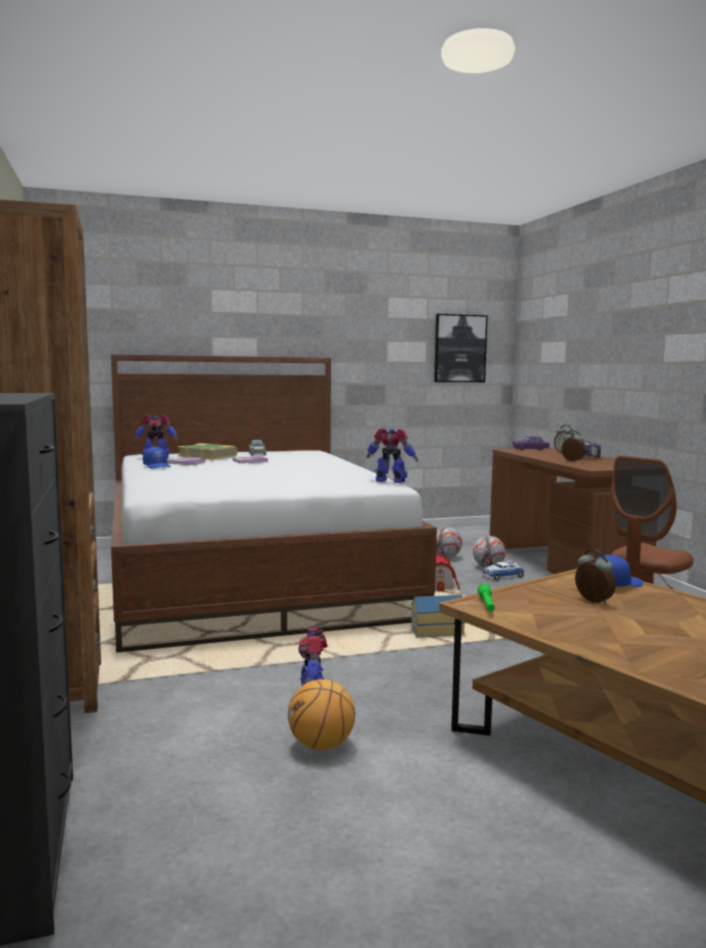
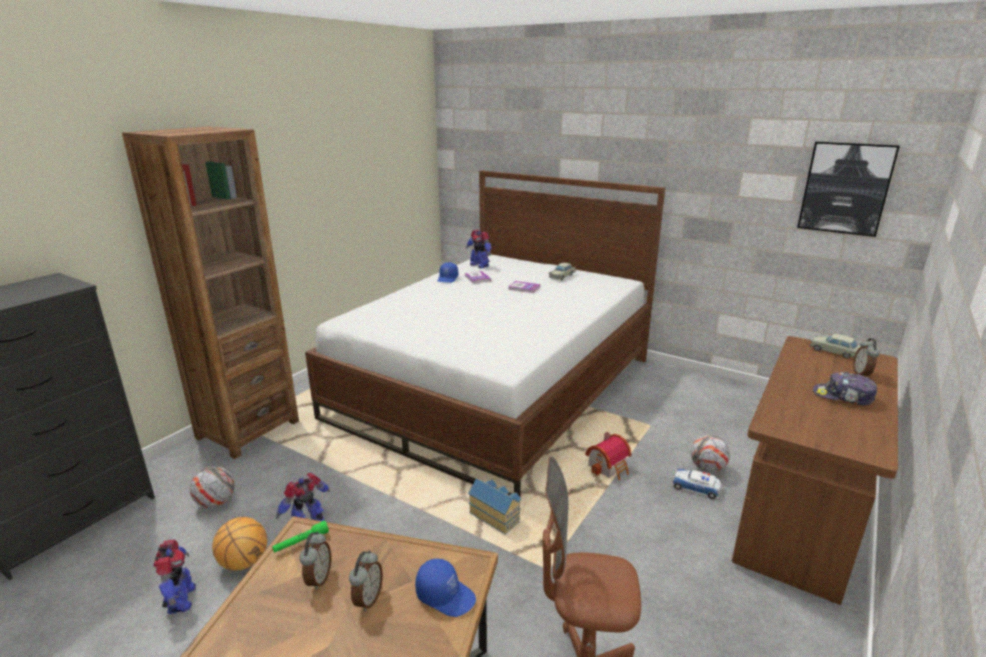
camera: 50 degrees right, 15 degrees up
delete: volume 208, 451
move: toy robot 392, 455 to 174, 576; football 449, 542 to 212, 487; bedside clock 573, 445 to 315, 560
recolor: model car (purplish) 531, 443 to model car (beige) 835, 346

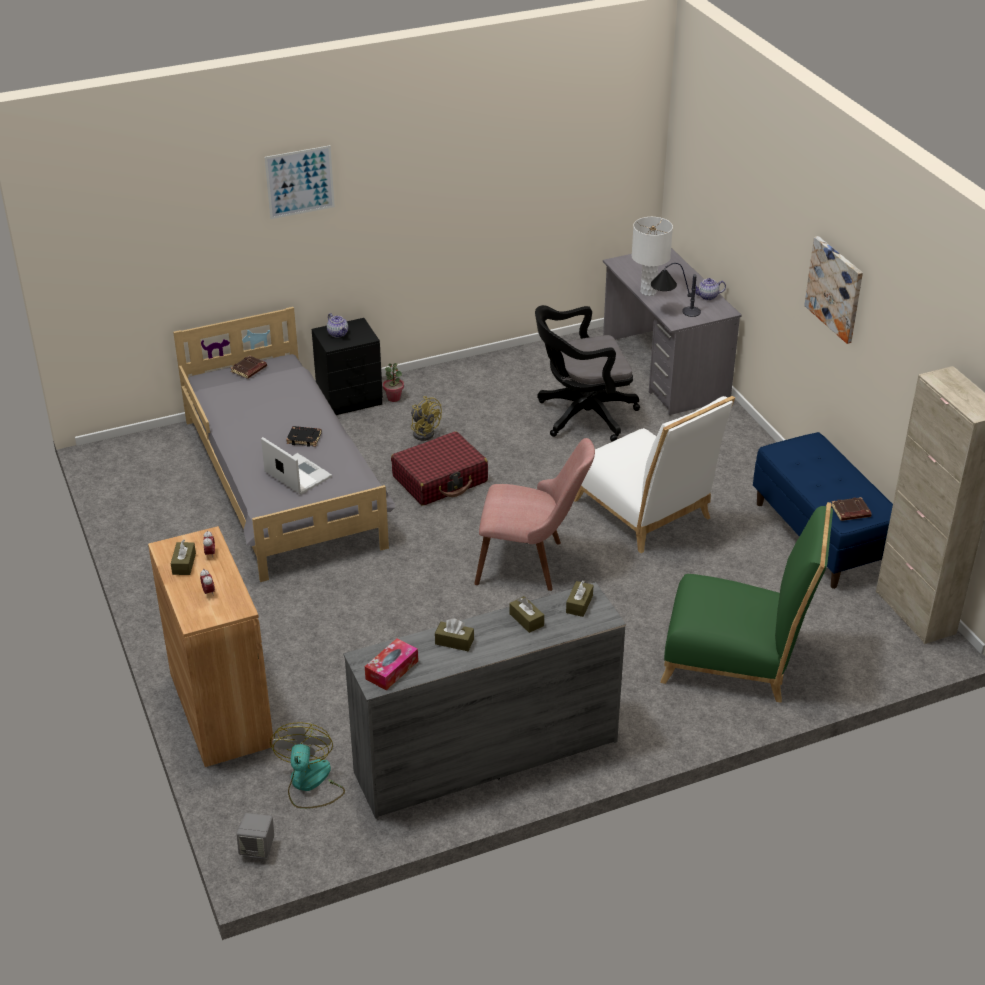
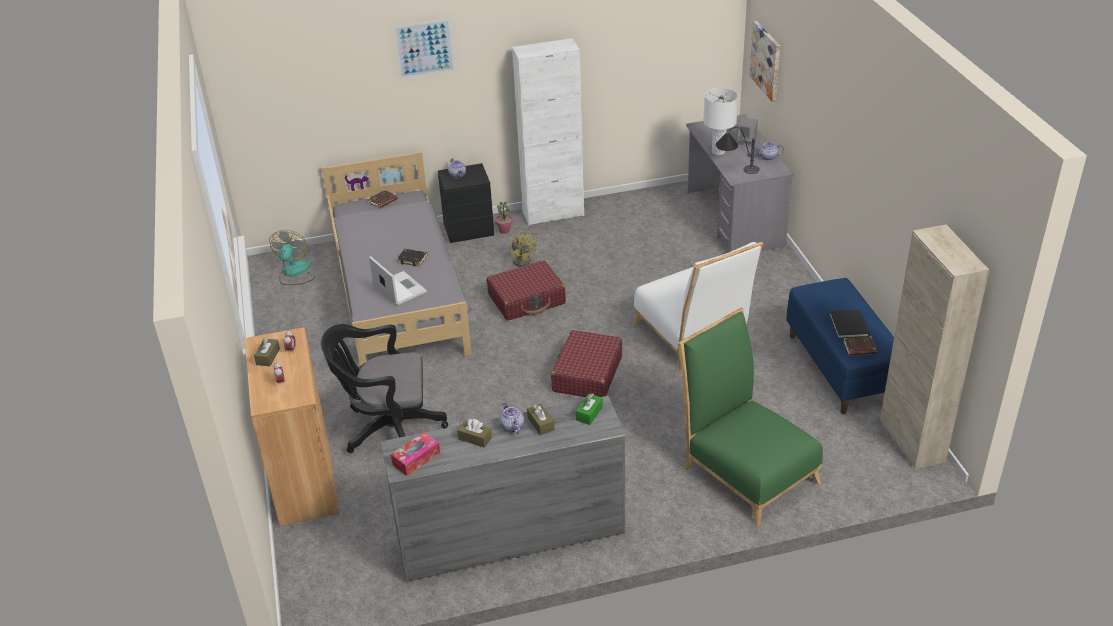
camera: 10 degrees right, 0 degrees up
insert: tea pot 511, 417; cupboard (white) 548, 131; volume (black-coloured) 849, 324
move: loudspeaker (greyish) 255, 836 to 747, 132; cooling fan 307, 766 to 292, 257; computer chair (black-coloured) 587, 373 to 384, 388; picture 833, 290 to 764, 61
replace: chair (pink-coloured) 534, 514 to piece of luggage (red-coloured) 586, 363
recolor: tissue box (brownish) 579, 598 to tissue box (greenish) 589, 409
rotate: chair (greenish) 746, 602 = 750, 416 150 degrees counterclockwise

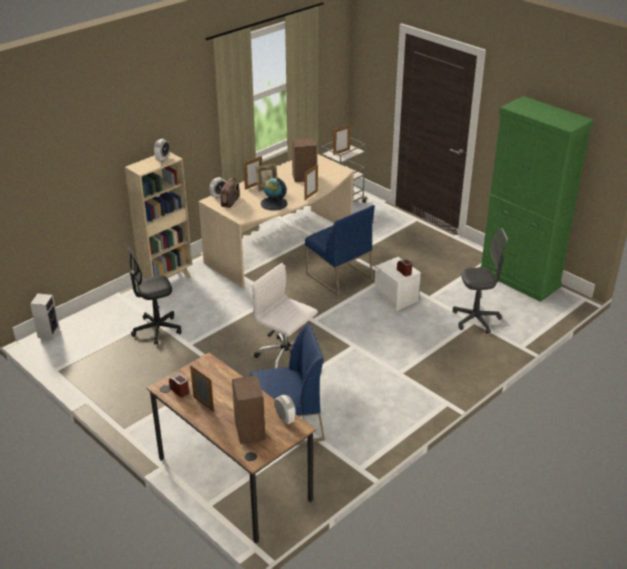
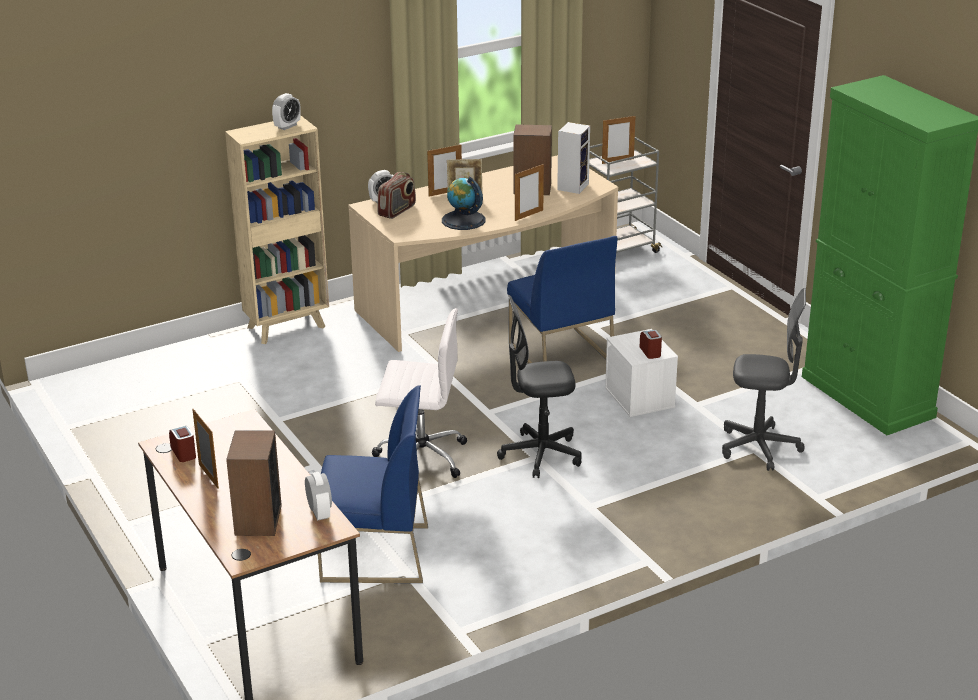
camera: 15 degrees right, 5 degrees down
move: loudspeaker 45, 316 to 573, 158; computer chair (black-coloured) 153, 293 to 539, 386
rotate: computer chair (white) 285, 315 = 419, 393 135 degrees clockwise

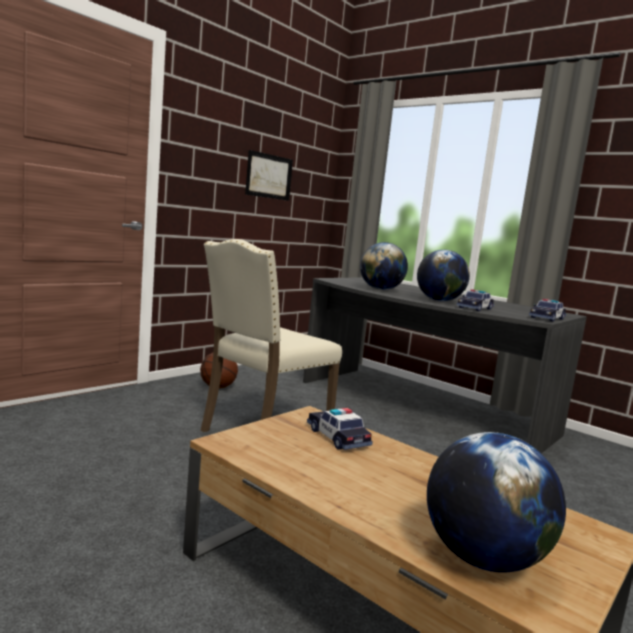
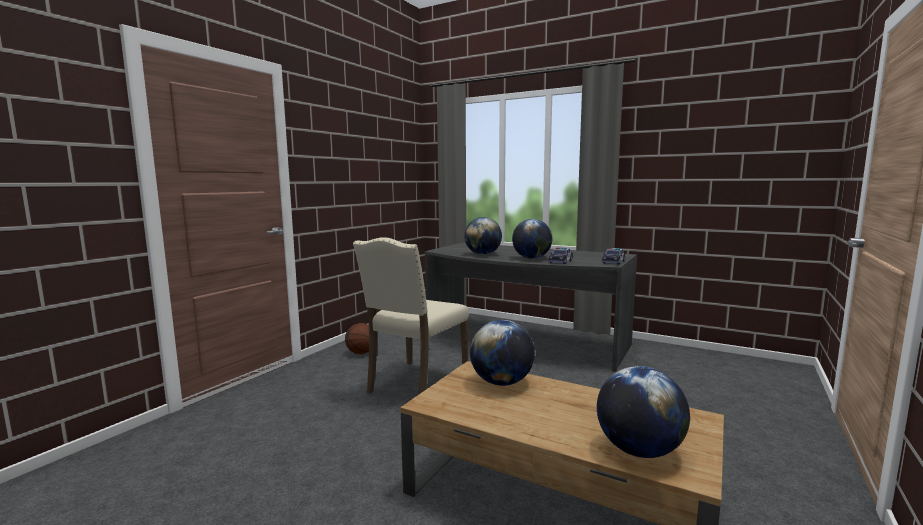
camera: 10 degrees left, 0 degrees up
delete: picture 269, 175
replace: model car 340, 429 to world globe 502, 353

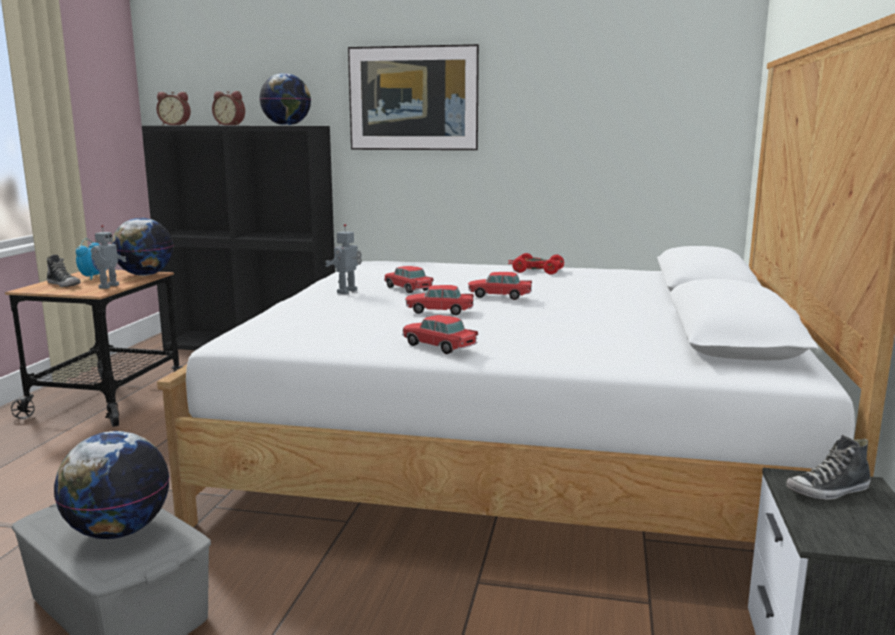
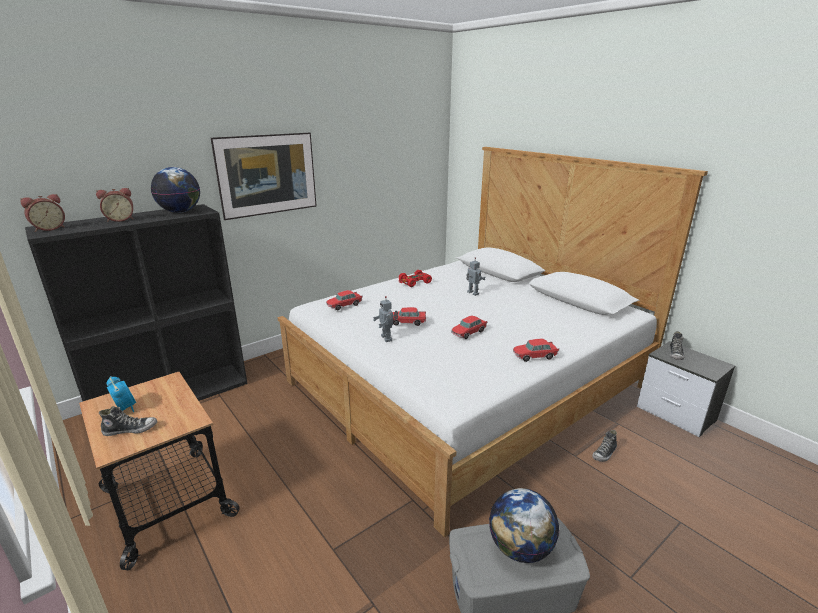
camera: 50 degrees left, 10 degrees up
delete: world globe 142, 247
insert: item of footwear 604, 446
move: toy robot 108, 257 to 476, 277; model car 500, 286 to 344, 300

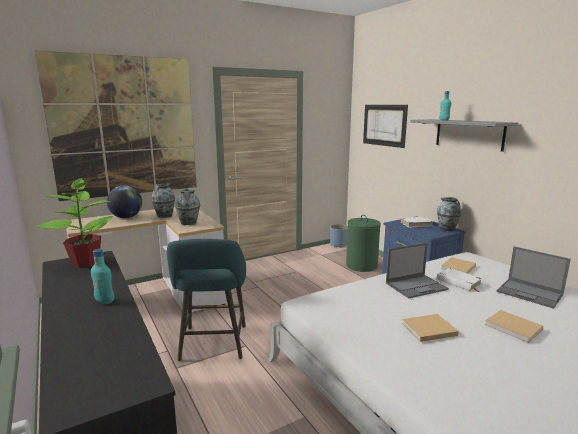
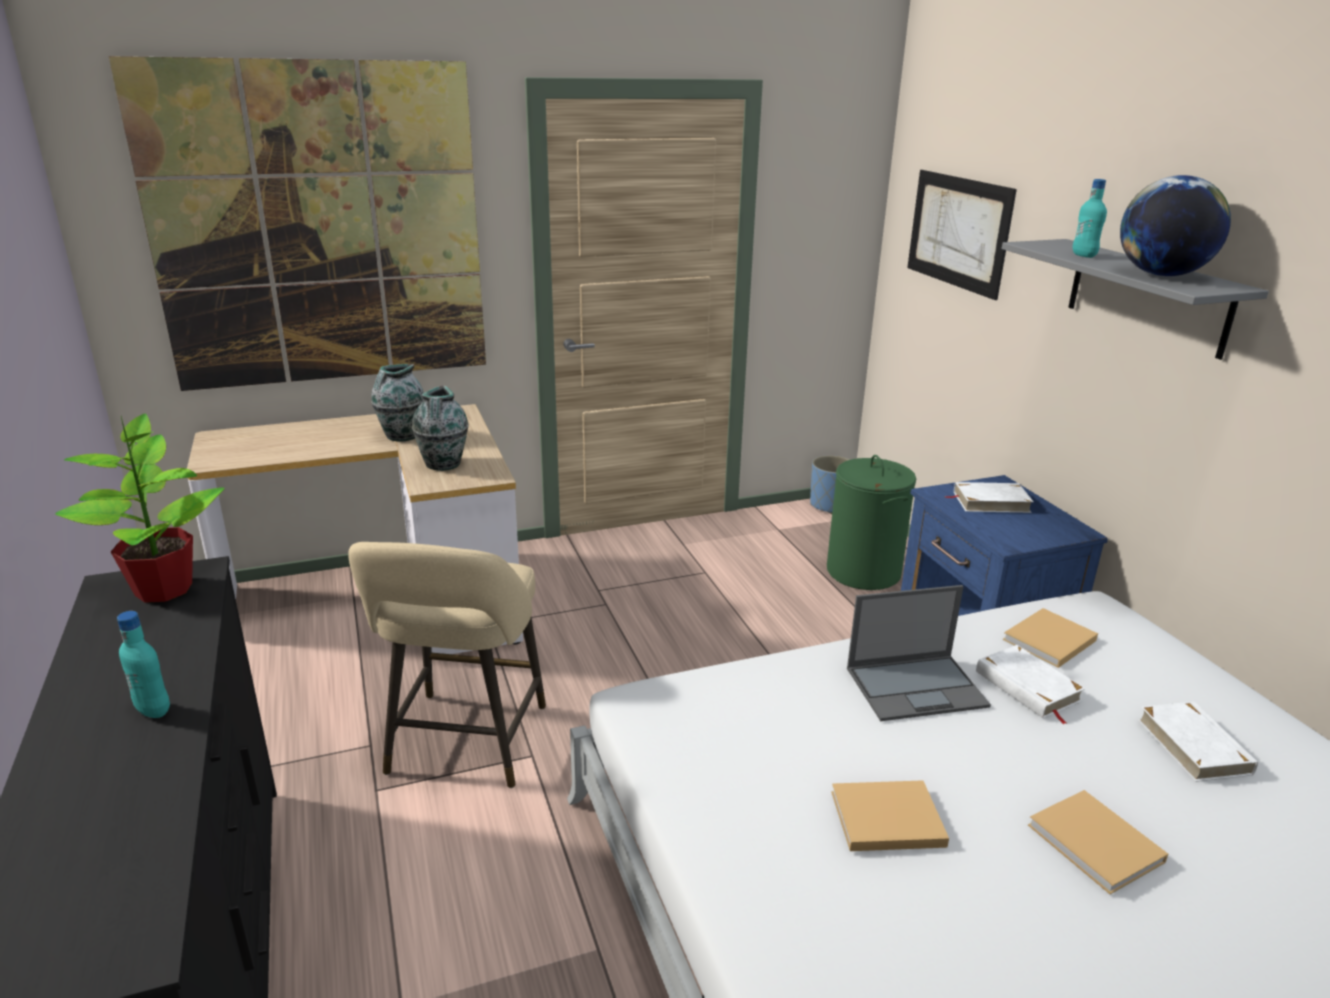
camera: 10 degrees right, 10 degrees up
delete: flower vase 449, 214
move: world globe 124, 201 to 1175, 225
replace: laptop 534, 277 to volume (white) 1197, 742
recolor: stool (turquoise) 206, 300 to stool (beige) 447, 665

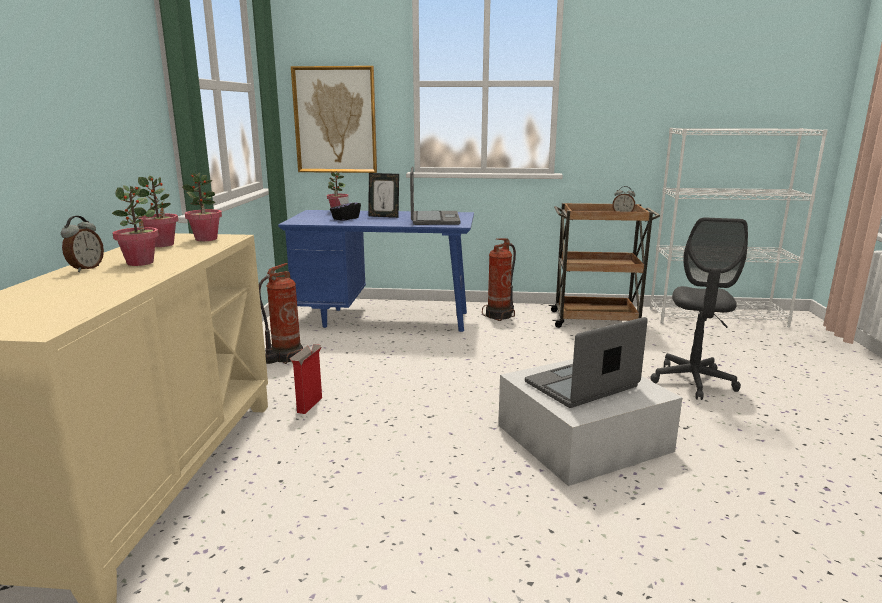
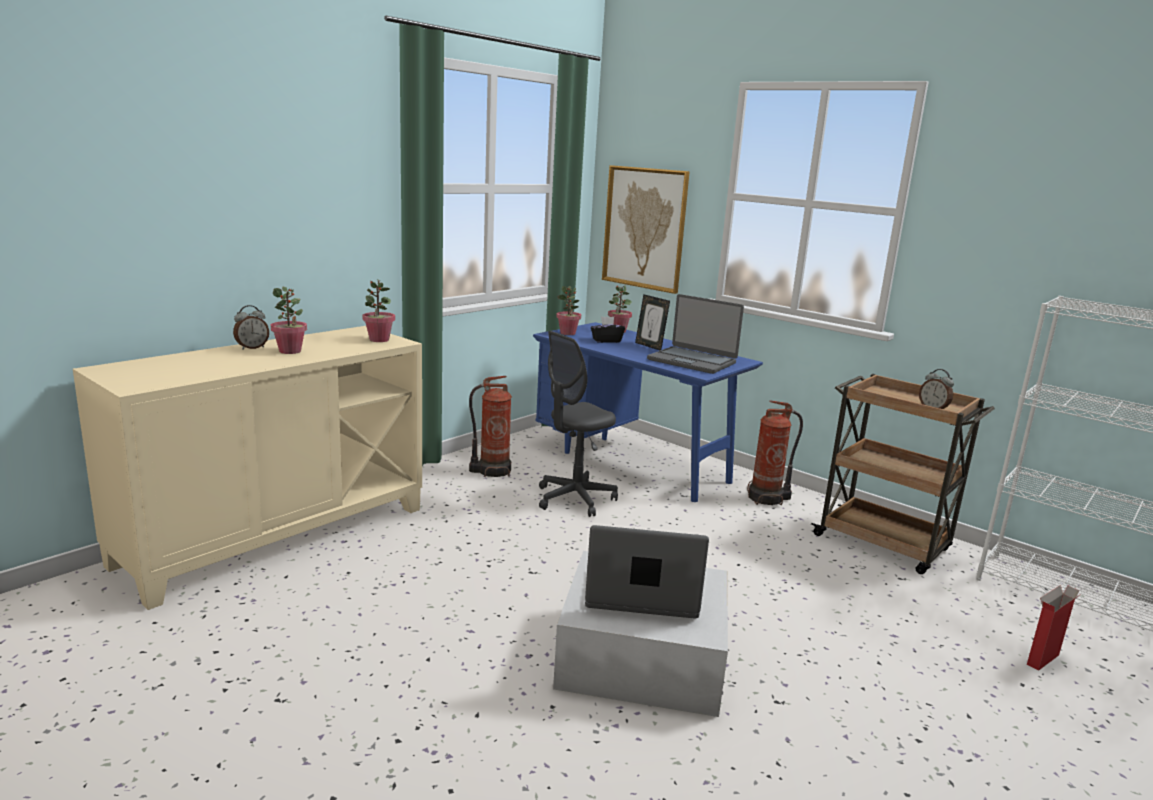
camera: 35 degrees right, 0 degrees up
move: plant in a pot 158, 211 to 568, 310; packing box 306, 379 to 1054, 628; computer chair (greyish) 699, 308 to 578, 424
rotate: laptop 435, 195 = 695, 334 90 degrees clockwise

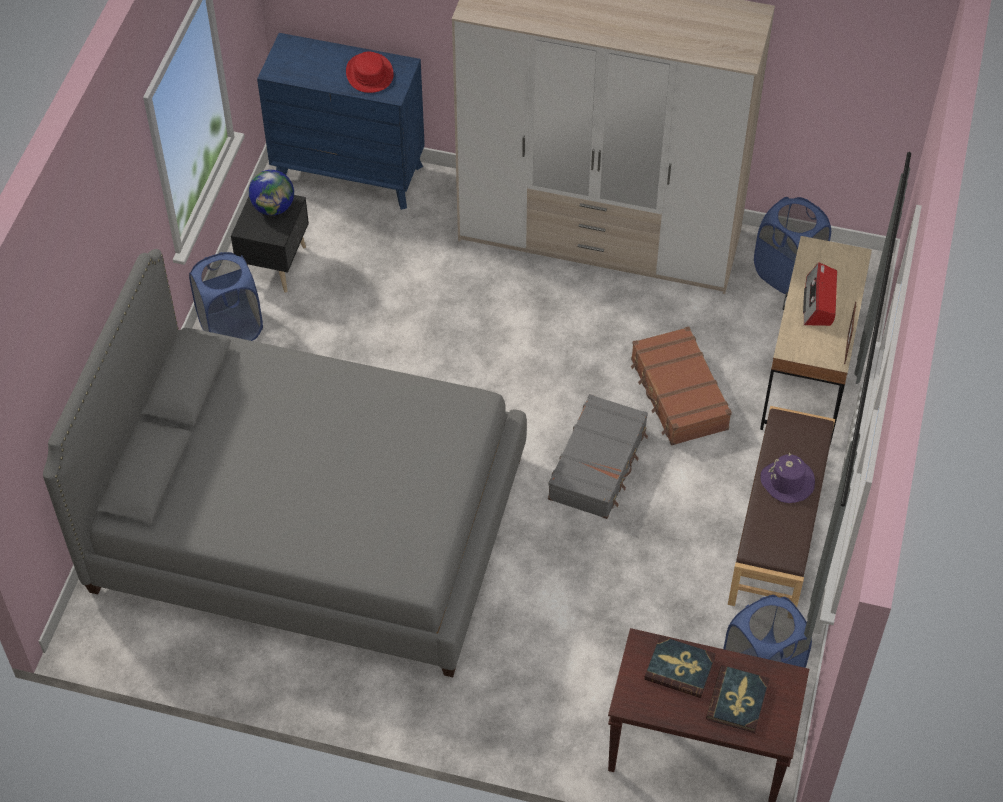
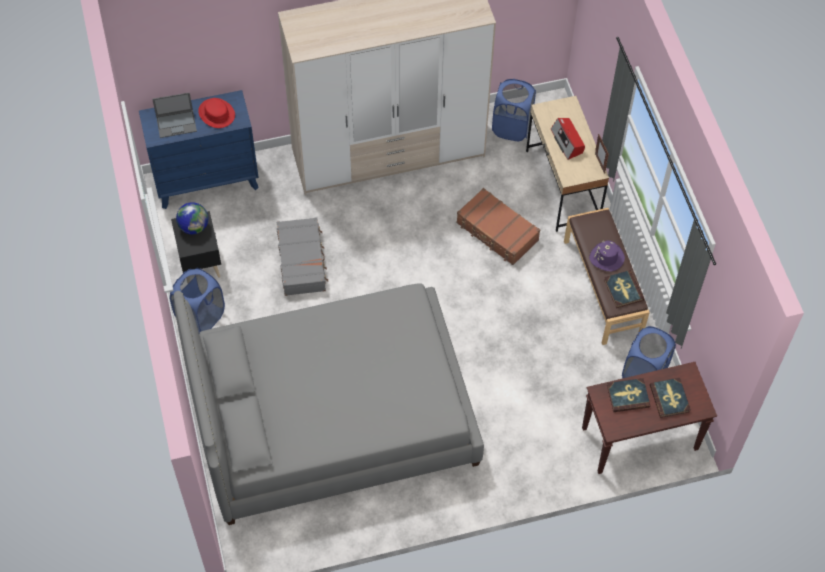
camera: 30 degrees left, 5 degrees up
insert: laptop 174, 115; volume 624, 289
move: piece of luggage (greyish) 598, 456 to 303, 256

